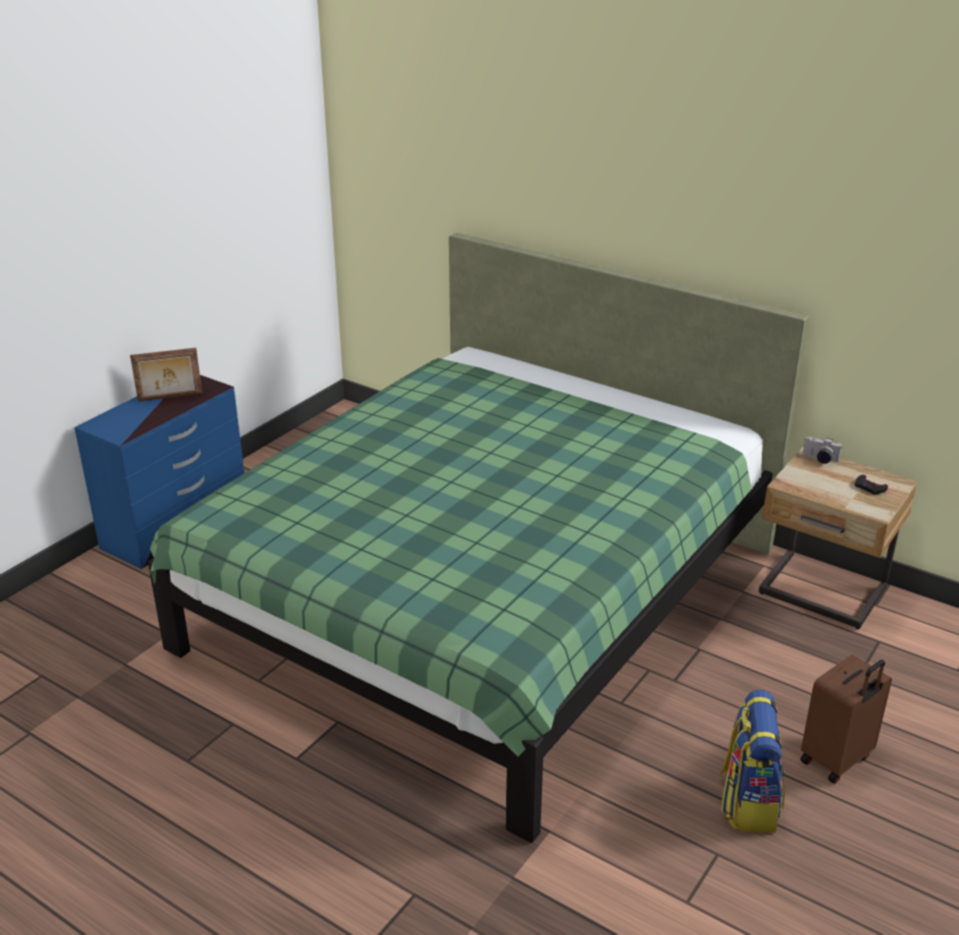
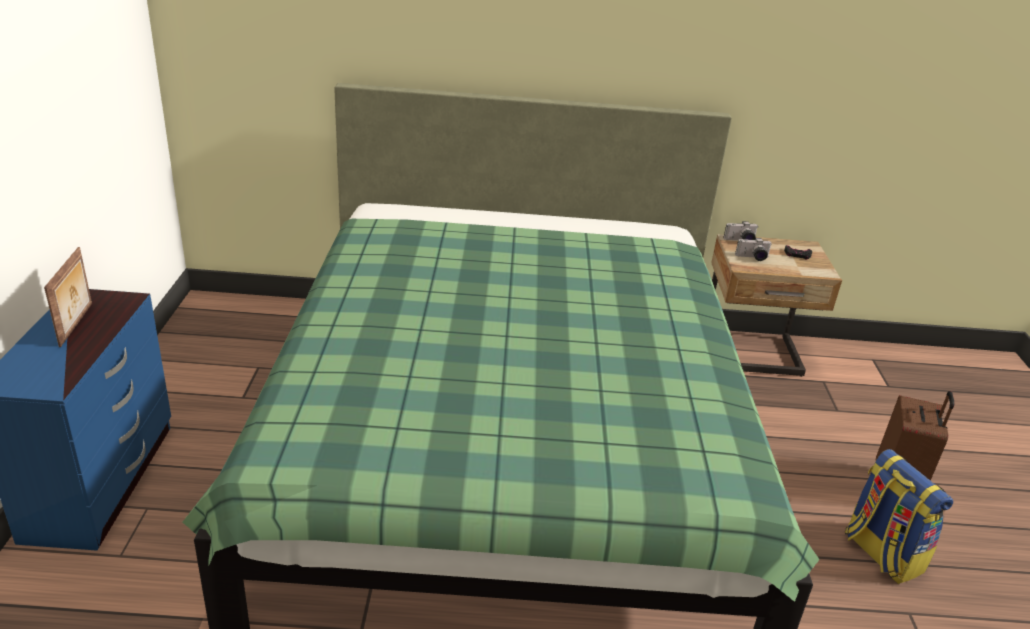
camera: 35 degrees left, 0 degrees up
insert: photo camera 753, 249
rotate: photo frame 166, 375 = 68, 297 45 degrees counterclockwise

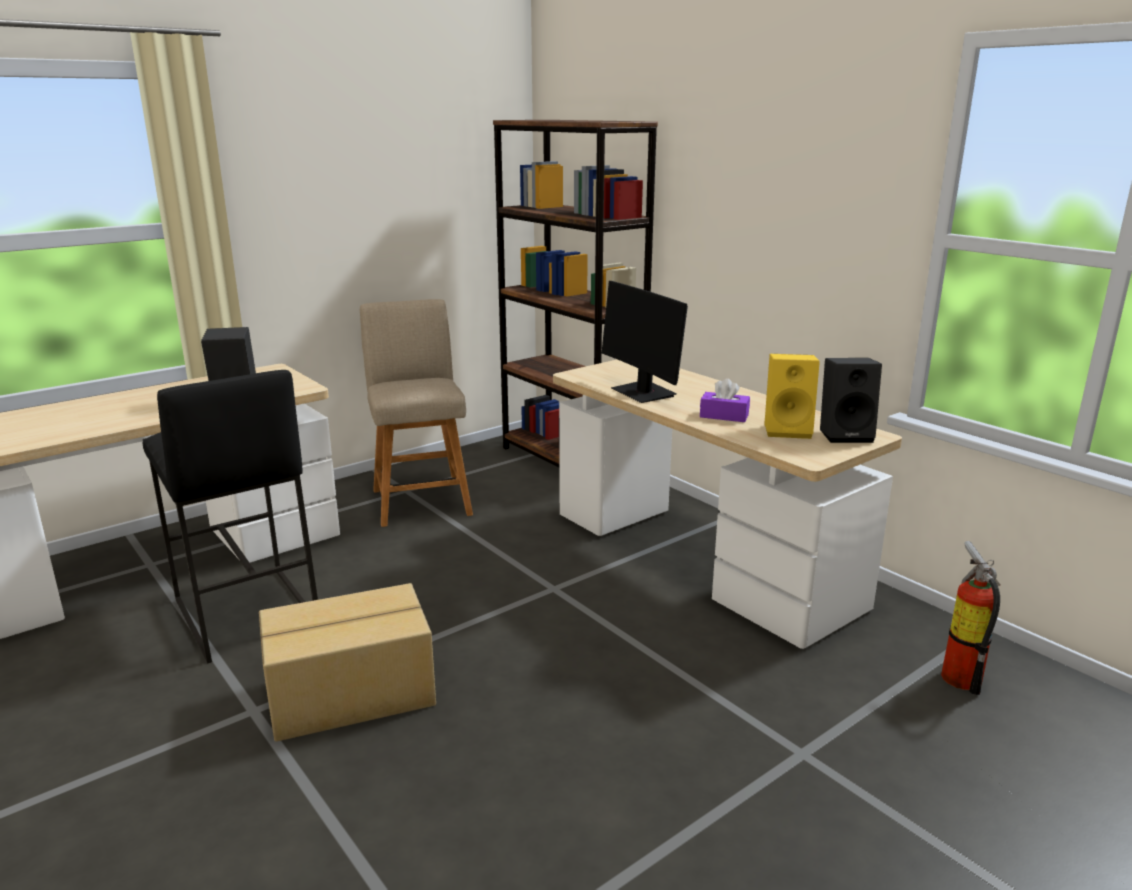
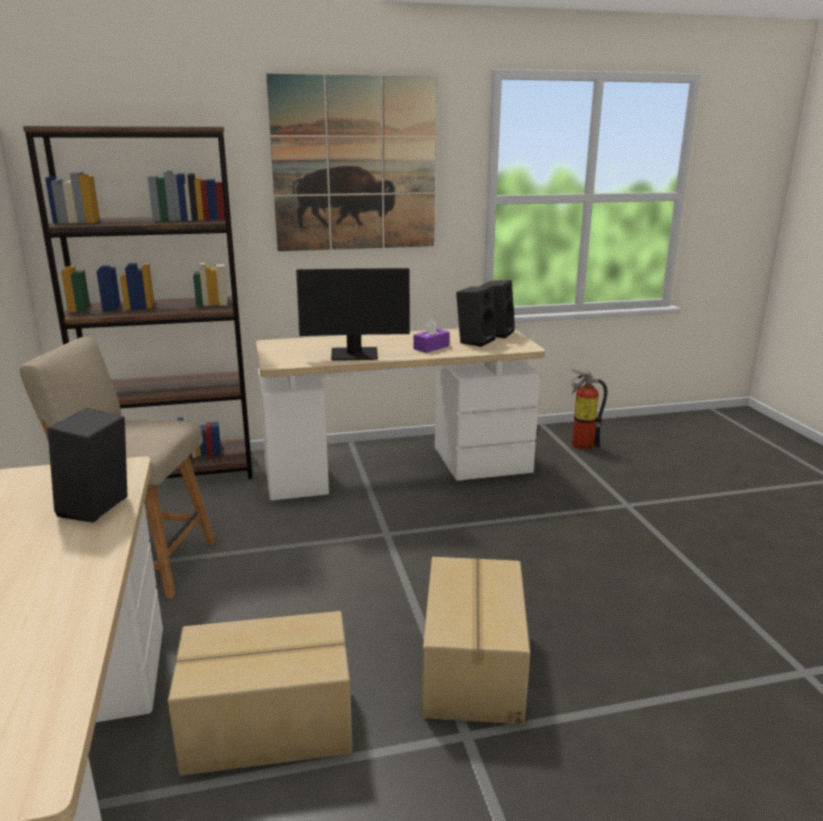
camera: 65 degrees left, 0 degrees up
insert: picture 351, 162
replace: stool (black-coloured) 230, 517 to packing box 260, 693
recolor: loudspeaker (yellow-coloured) 792, 396 to loudspeaker (black-coloured) 476, 316

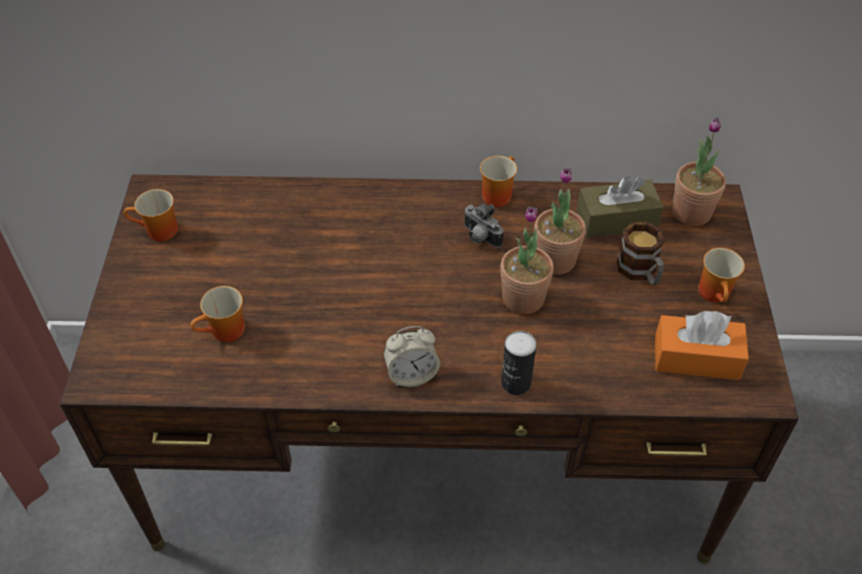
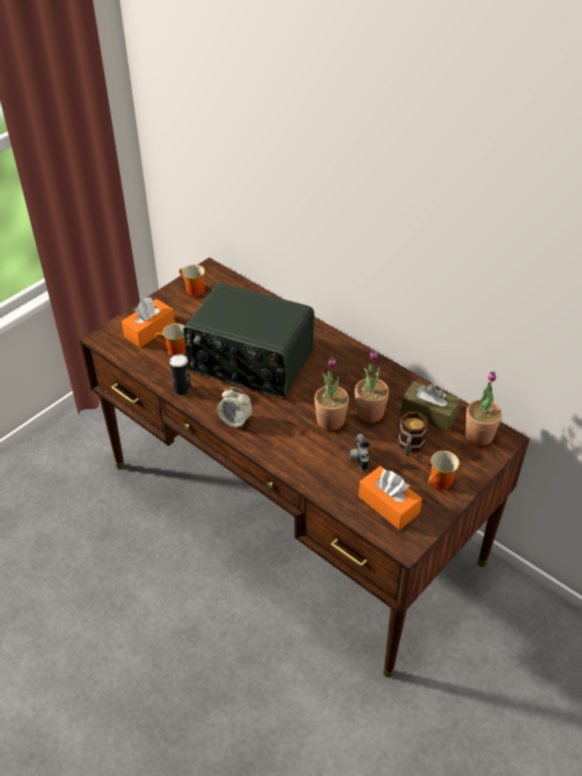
camera: 40 degrees right, 5 degrees down
delete: tea mug 498, 181
insert: tissue box (orangey) 148, 322; radio 248, 340
move: photo camera 484, 225 to 359, 452; can 518, 363 to 180, 374

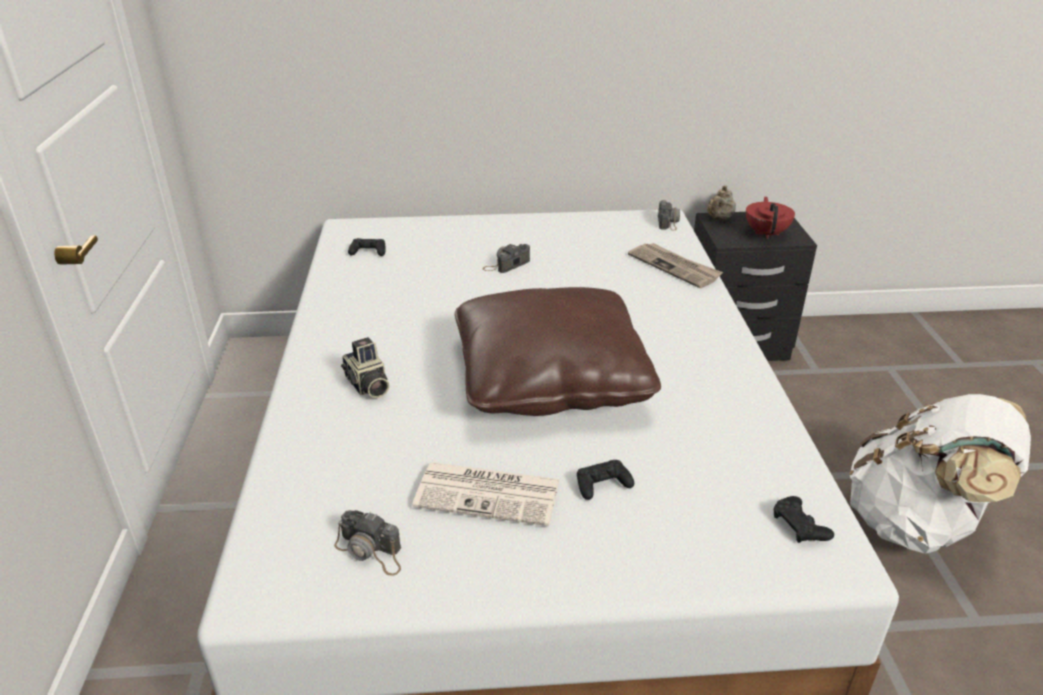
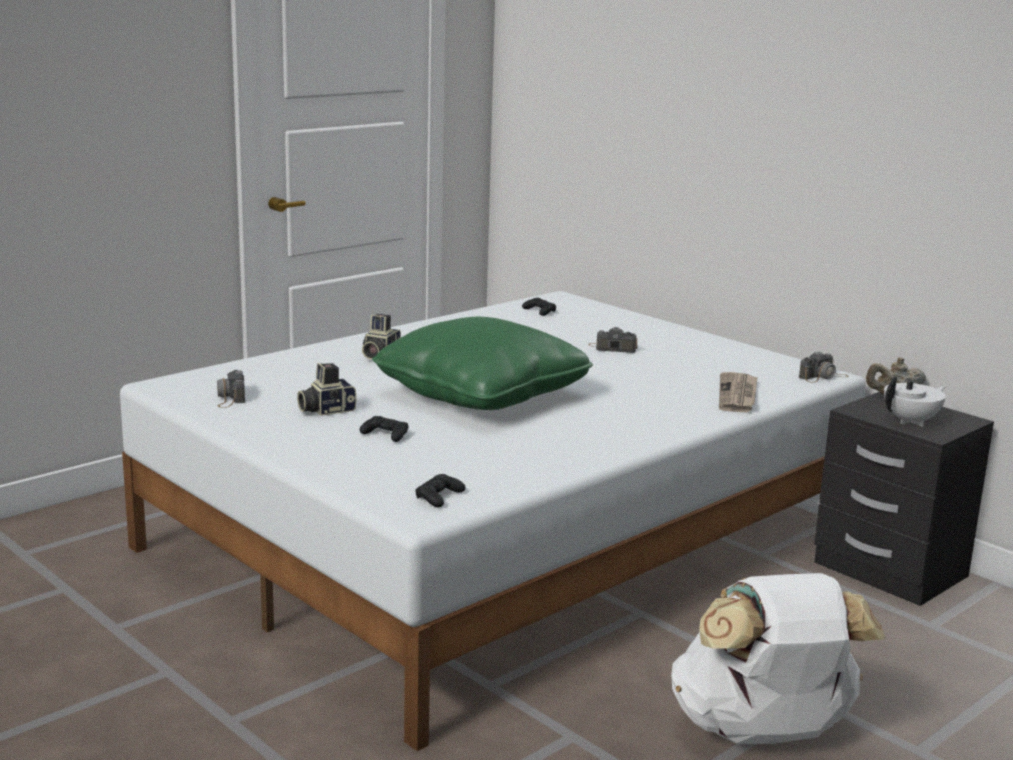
camera: 50 degrees right, 15 degrees down
replace: printed paper 486, 494 to photo camera 326, 389
recolor: throw pillow (brownish) 558, 351 to throw pillow (greenish) 482, 363; tea pot (red-coloured) 770, 218 to tea pot (white) 915, 402

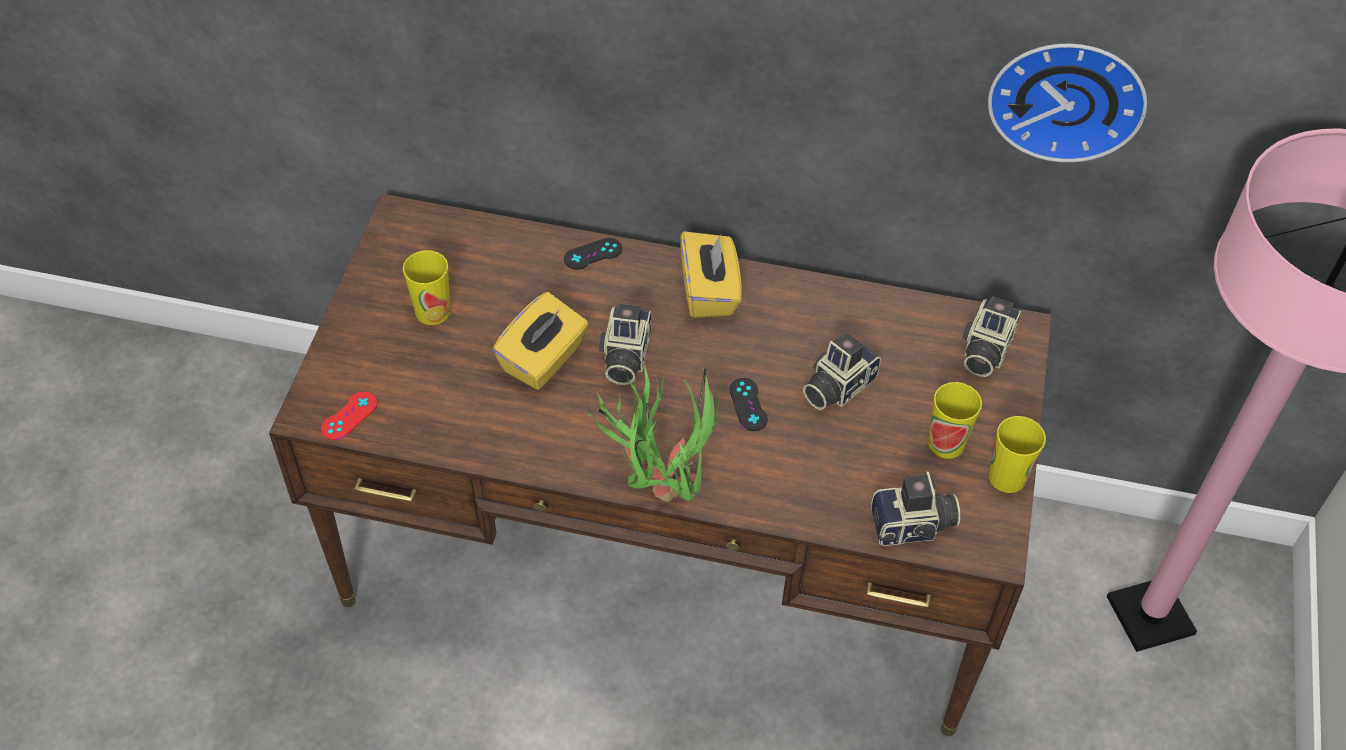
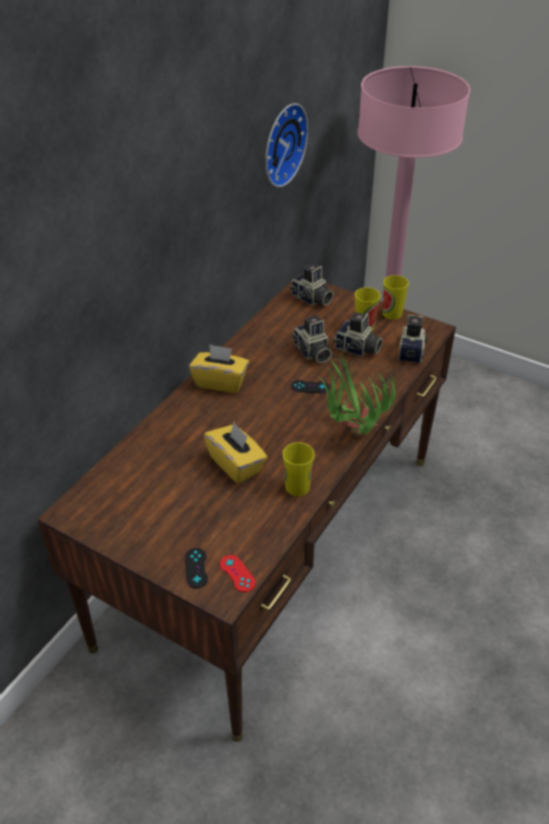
camera: 70 degrees left, 10 degrees down
move: small cup 426, 287 to 298, 469; gamepad (black-coloured) 593, 254 to 196, 568; photo camera 625, 344 to 358, 334

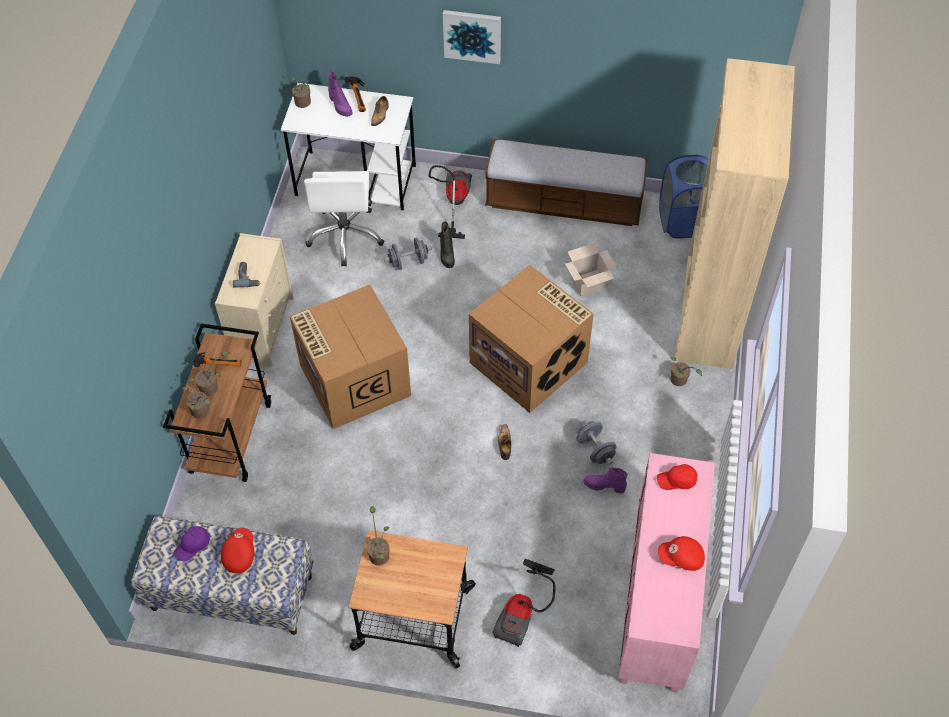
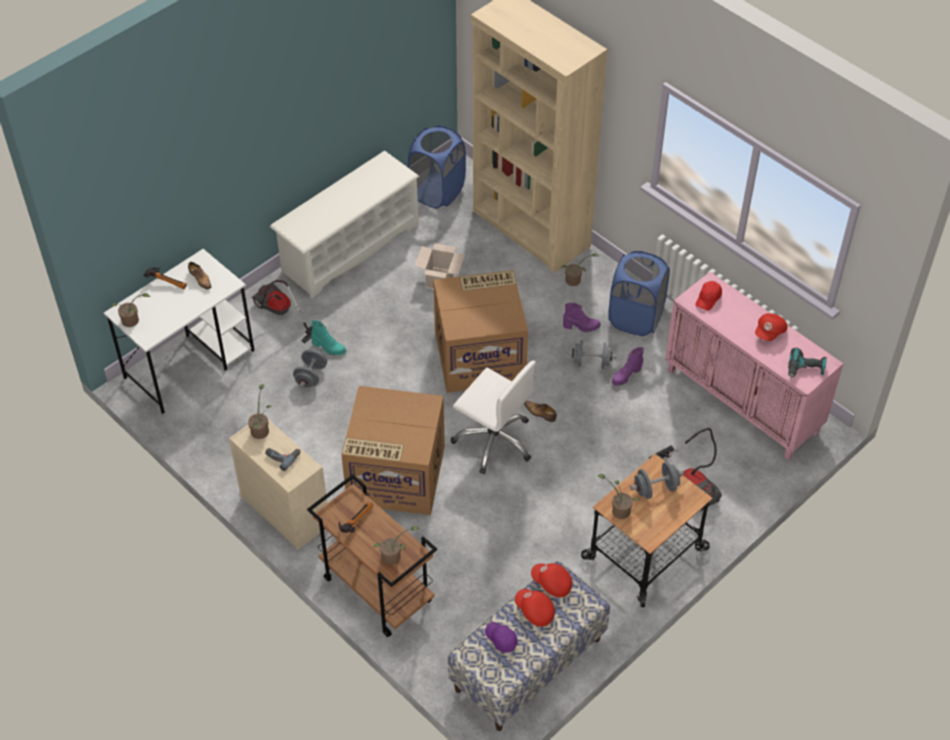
camera: 55 degrees left, 5 degrees down
delete: picture 472, 37
insert: cap (red-coloured) 551, 580; washing basket (blue-coloured) 639, 293; dumbbell (greyish) 657, 480; drill 807, 363
move: plant in a pot 209, 373 to 260, 411; computer chair (white) 344, 219 to 493, 417; boot (purplish) 340, 94 to 582, 317
replace: bench 566, 182 to shoe rack (white) 344, 225
recolor: boot (black-coloured) 447, 244 to boot (turquoise) 328, 337
rotate: cap (purplish) 191, 543 = 501, 637 150 degrees clockwise

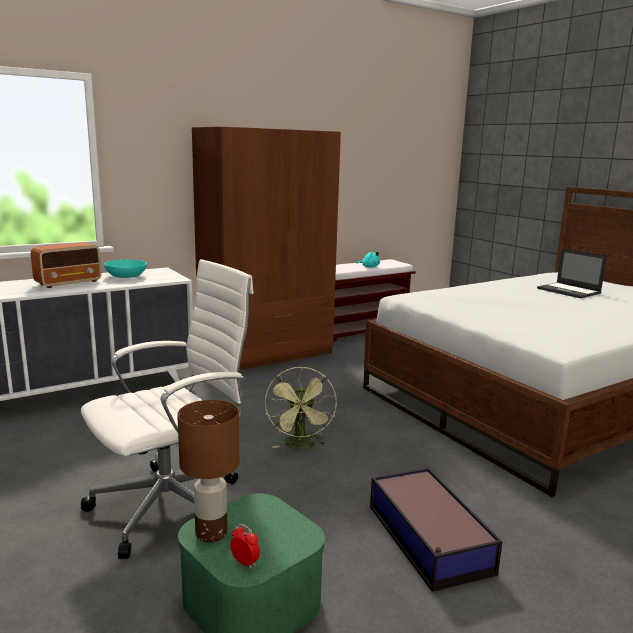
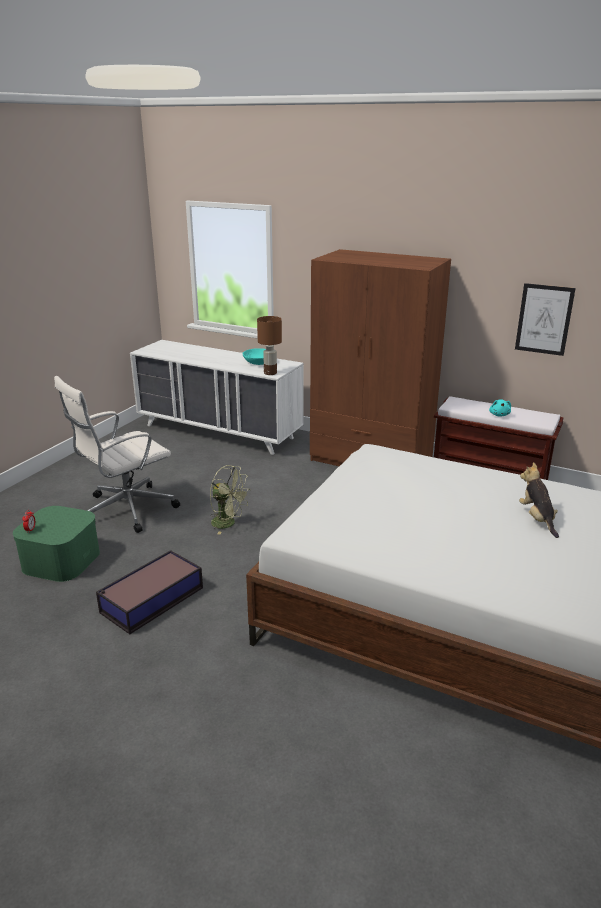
camera: 60 degrees right, 10 degrees up
delete: radio 66, 265
insert: picture 545, 319
move: tabletop lamp (brownish) 208, 471 to 269, 345
replace: laptop 572, 273 to cuddly toy 539, 500
rotate: computer chair (white) 167, 409 = 117, 454 120 degrees clockwise; cooling fan (greenish) 301, 408 = 230, 500 120 degrees counterclockwise

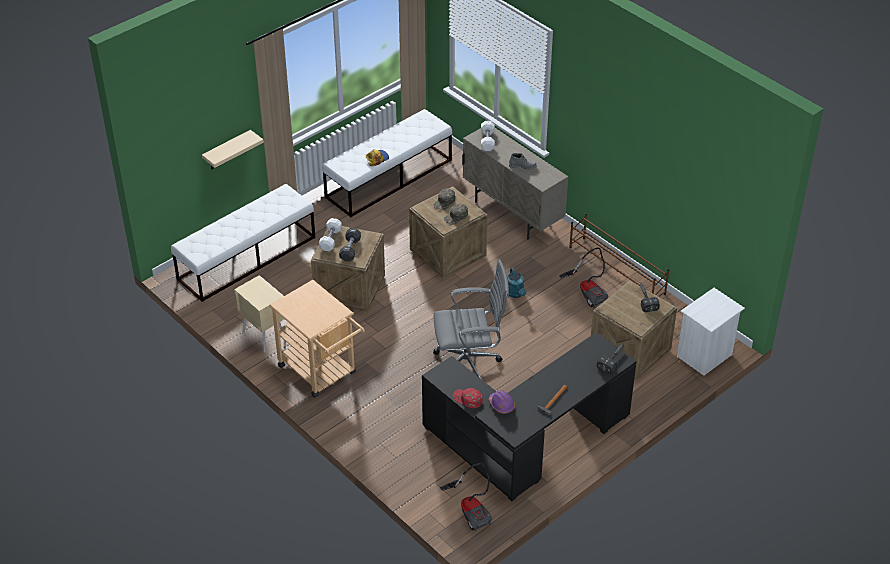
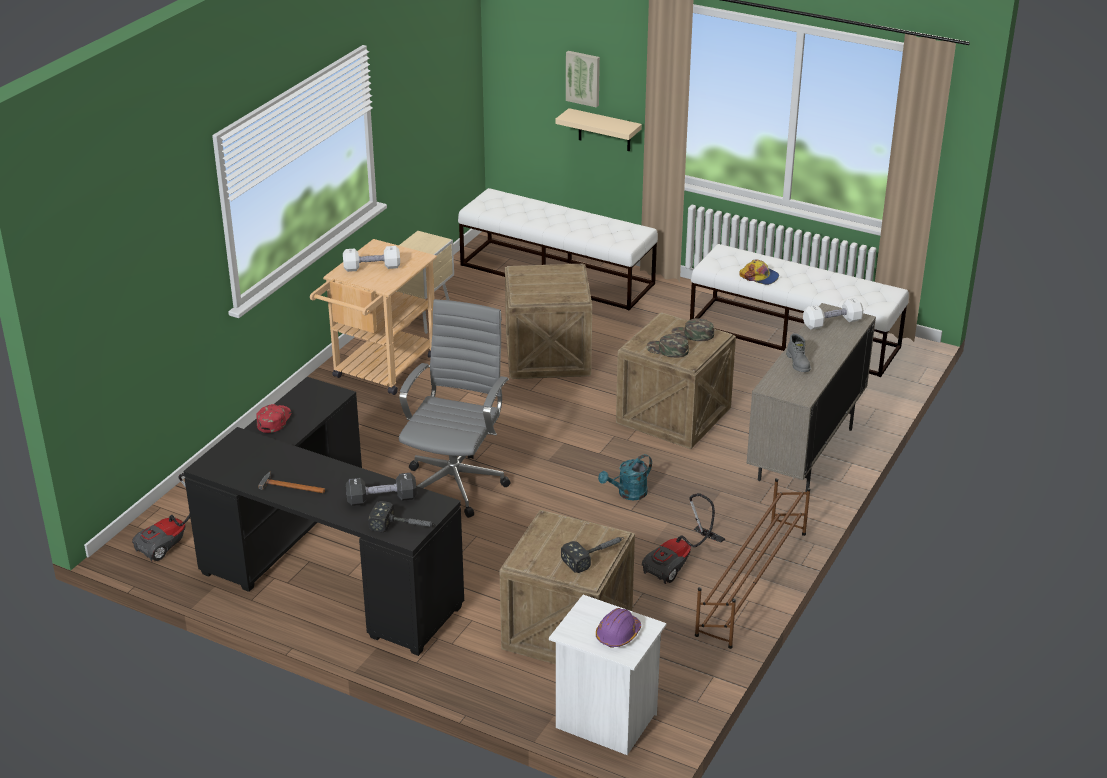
camera: 70 degrees right, 10 degrees down
insert: picture 583, 79
move: dumbbell (white) 330, 234 to 371, 259; dumbbell (black-coloured) 350, 245 to 381, 489; hard hat (purplish) 502, 402 to 618, 628
rotate: computer chair (greyish) 471, 319 = 454, 408 135 degrees counterclockwise

